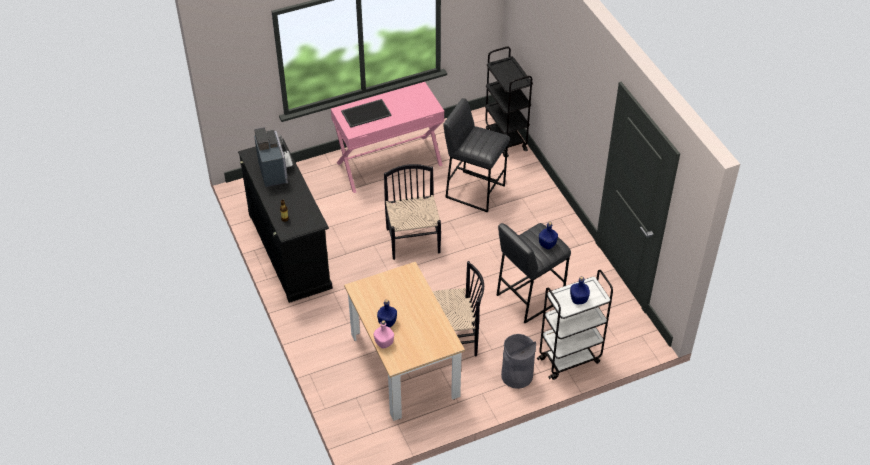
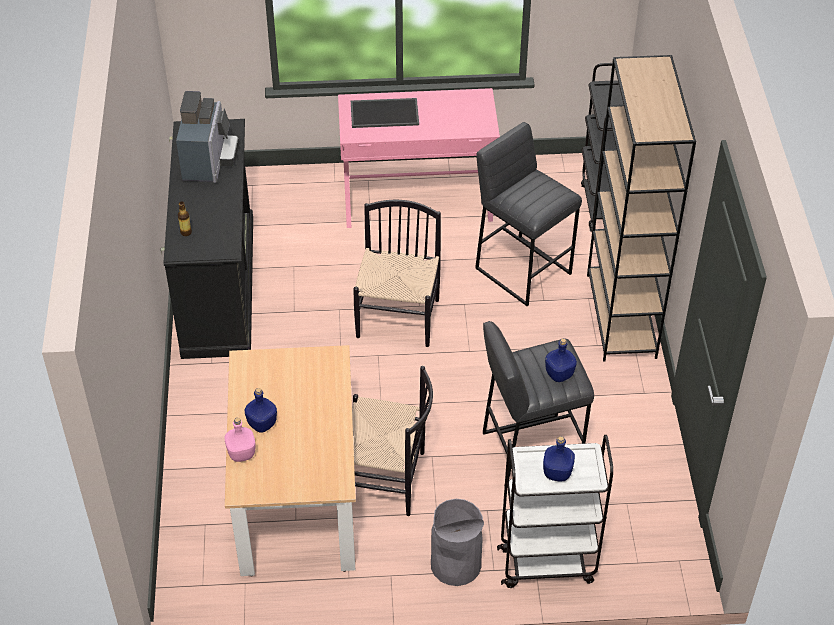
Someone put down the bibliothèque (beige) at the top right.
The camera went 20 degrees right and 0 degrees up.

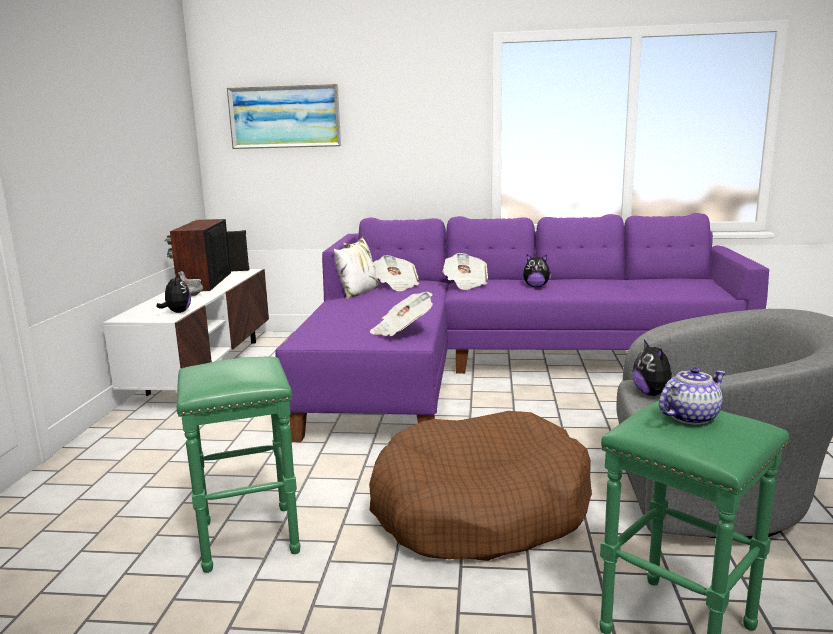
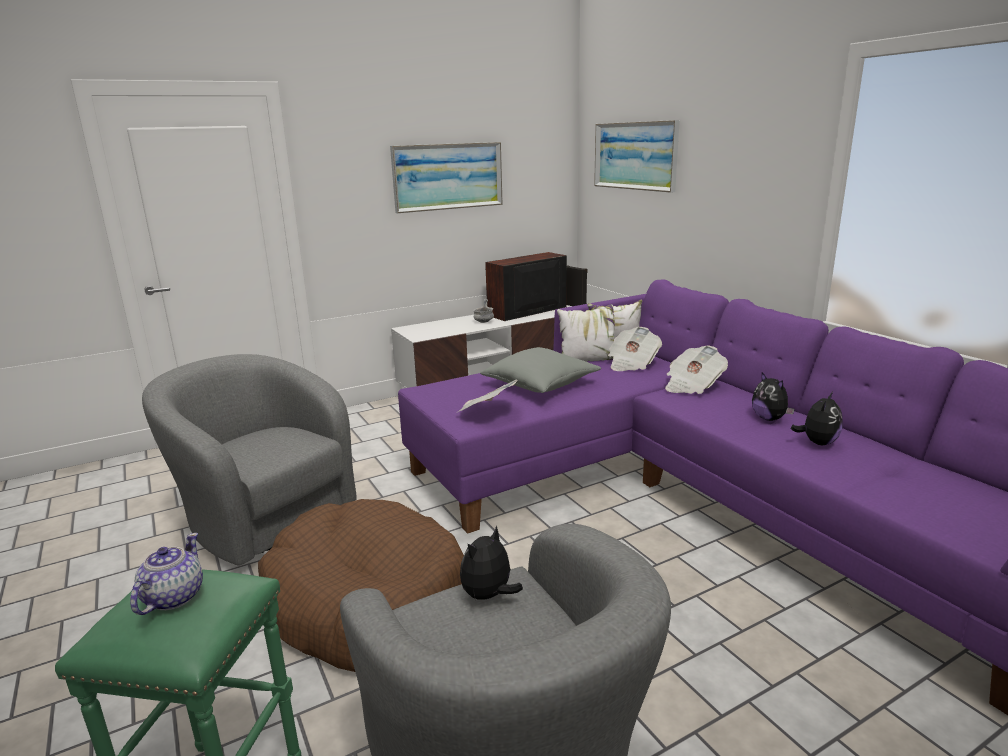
Someone carried the peluche (1st from left in the first image) from the middle left to the middle right.
Someone swapped the tabouret (vert) (1st from left) at the bottom left for the fauteuil (gris) (1st from left) at the middle left.
Someone rotated the théière at the middle right by 105 degrees counterclockwise.
Someone put up the tableau (1st from left) at the top centre.
Someone put down the coussin (gris) at the centre.
The camera went 55 degrees right and 5 degrees up.

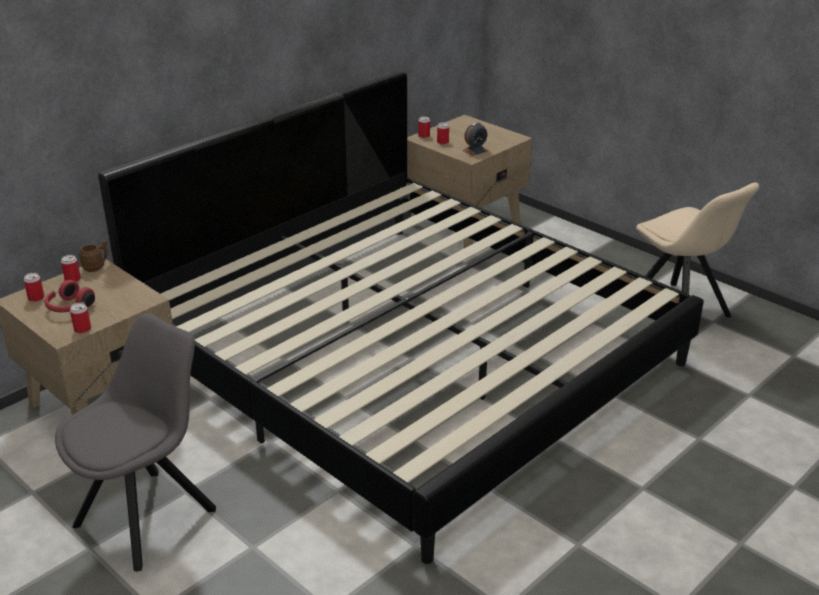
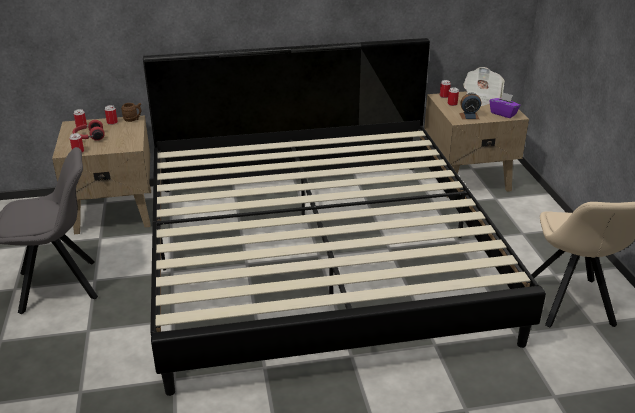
Someone put down the journal at the top right.
Someone put down the boîte à mouchoirs (violet) at the top right.
The camera went 35 degrees right and 0 degrees up.

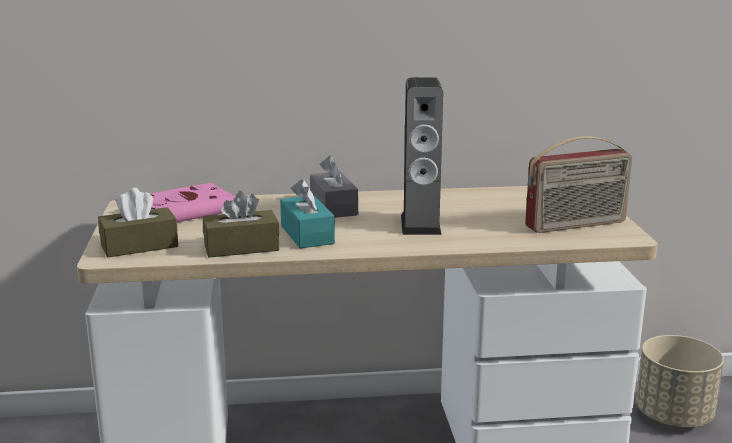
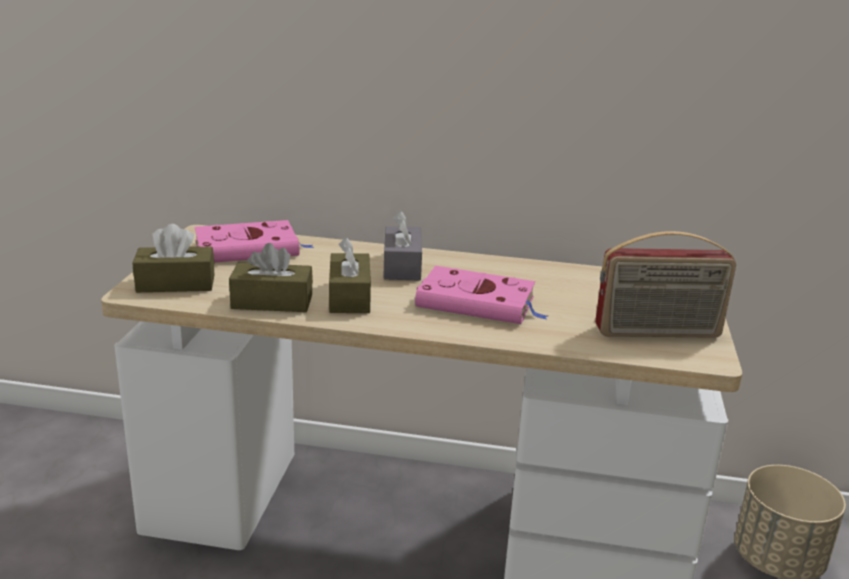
Someone repainted the boîte à mouchoirs (turquoise) at the centre, which became the boîte à mouchoirs (marron) (3rd from left) at the centre.
Someone swapped the enceinte at the centre for the livre (rose) (2nd from left) at the centre.
The camera went 15 degrees right and 5 degrees up.

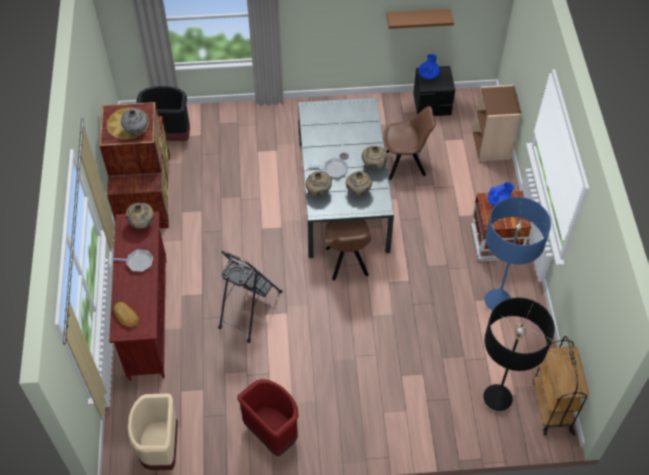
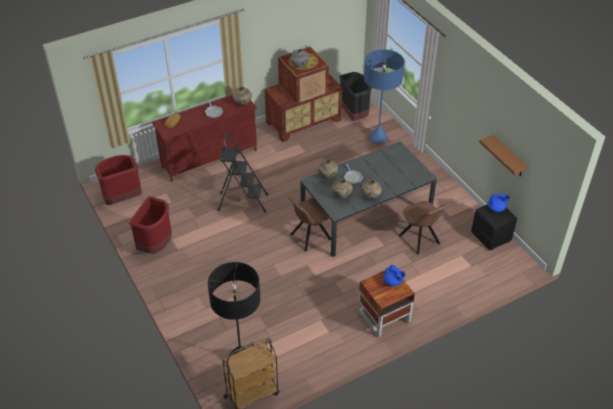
Someone repainted the poubelle (beige) at the bottom left, which became the poubelle (rouge) (1st from left) at the middle left.
Someone took away the bibliothèque (marron) at the top right.
Someone carried the lampadaire (bleu) from the middle right to the top centre.
The camera went 65 degrees right and 10 degrees down.

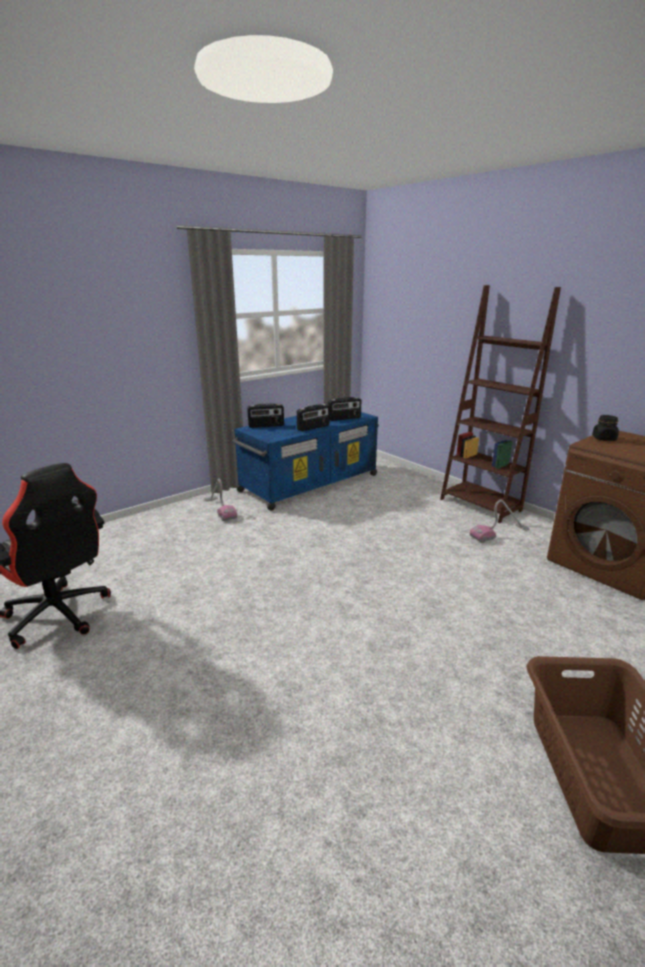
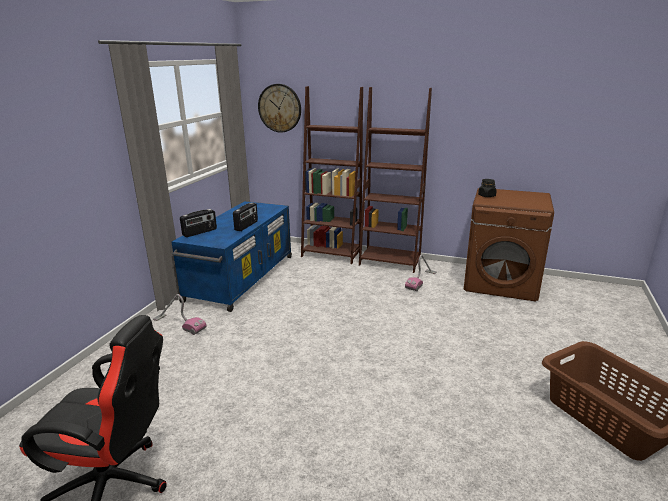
Someone took away the radio (3rd from left) at the centre.
Someone put up the horloge murale at the top centre.
Someone put down the bibliothèque (marron) (1st from left) at the centre.
The camera went 30 degrees left and 0 degrees up.

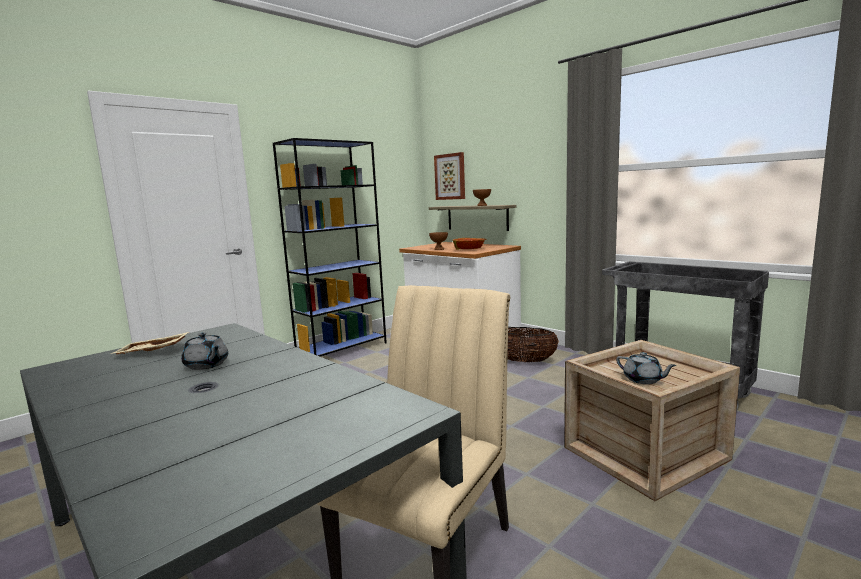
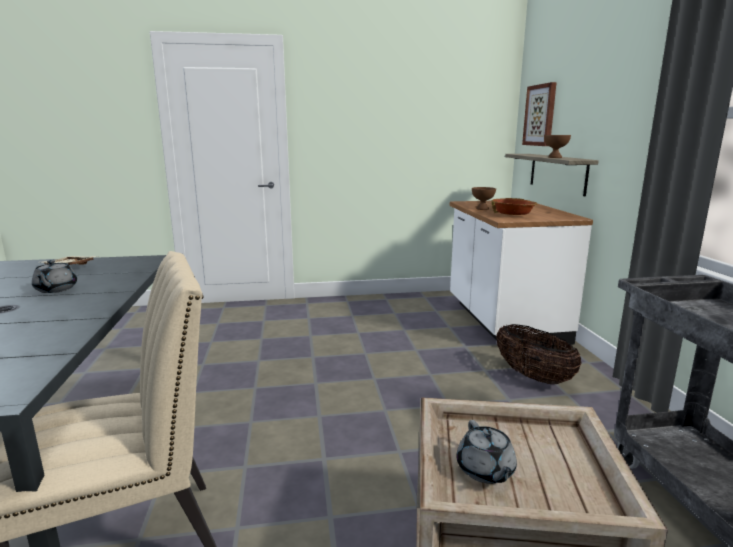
Someone took away the bibliothèque (bleu) at the centre.
The camera went 35 degrees right and 5 degrees up.

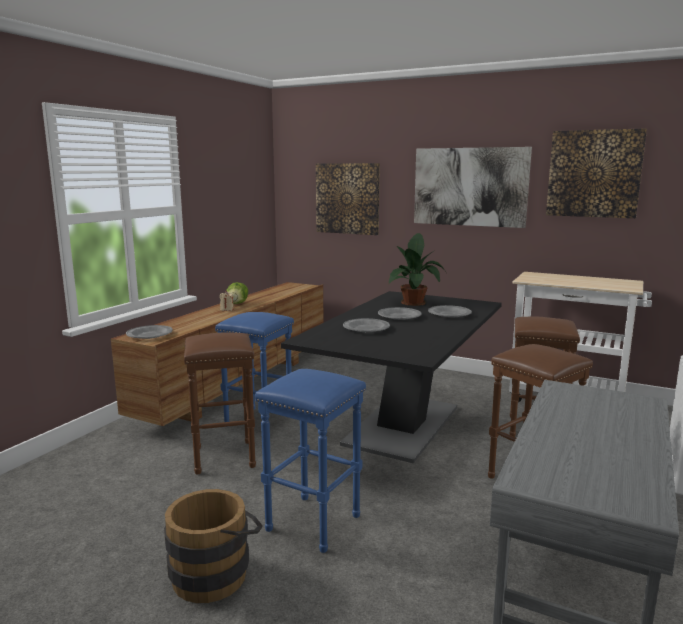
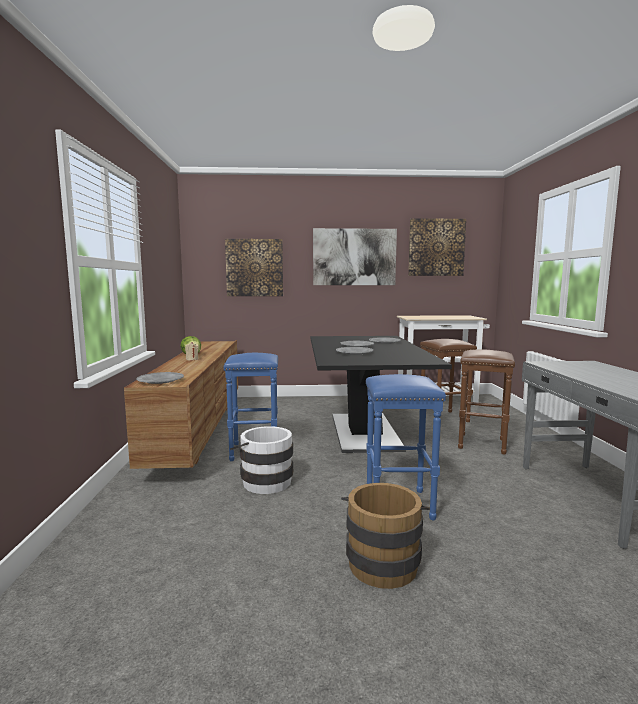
Someone swapped the tabouret (marron) (1st from left) at the middle left for the seau (blanc) at the centre.
Someone took away the plante en pot at the centre.
The camera went 30 degrees left and 5 degrees down.

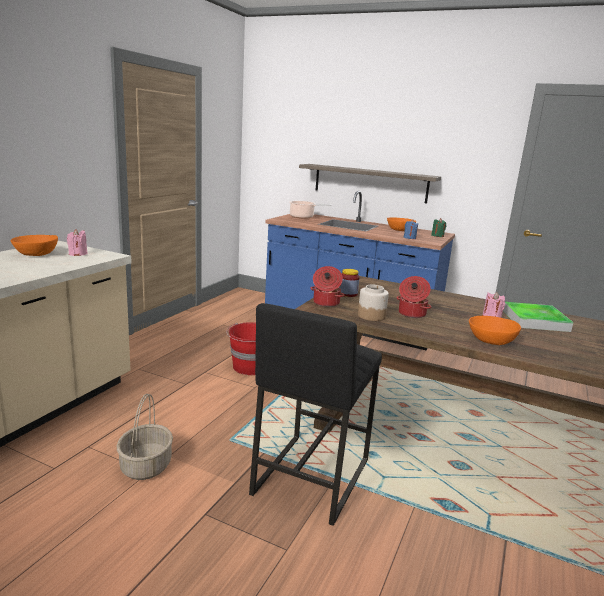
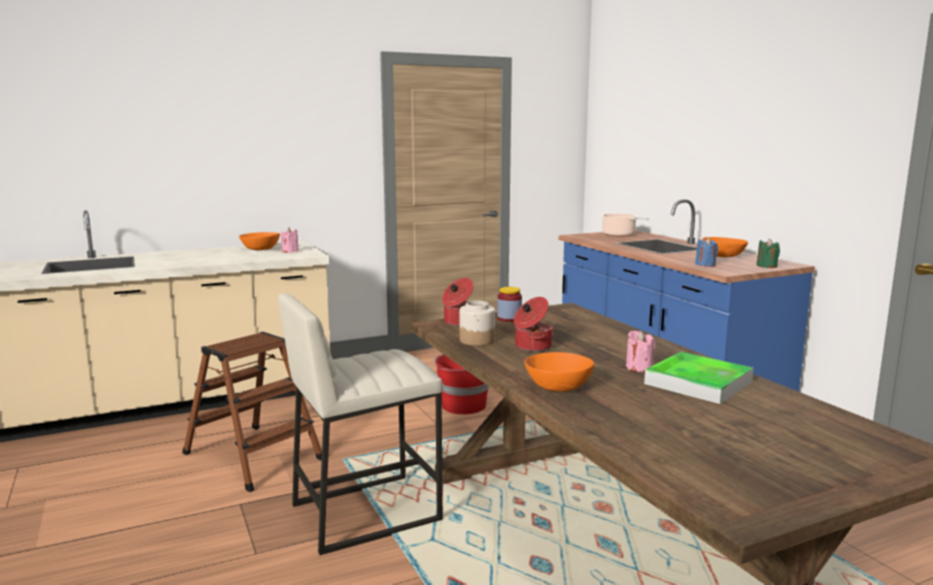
Someone swapped the panier at the bottom left for the escabeau (marron) at the bottom left.
Someone repainted the tabouret (noir) at the bottom centre, which became the tabouret (beige) at the bottom centre.
Someone took away the étagère at the top centre.
The camera went 40 degrees right and 5 degrees down.

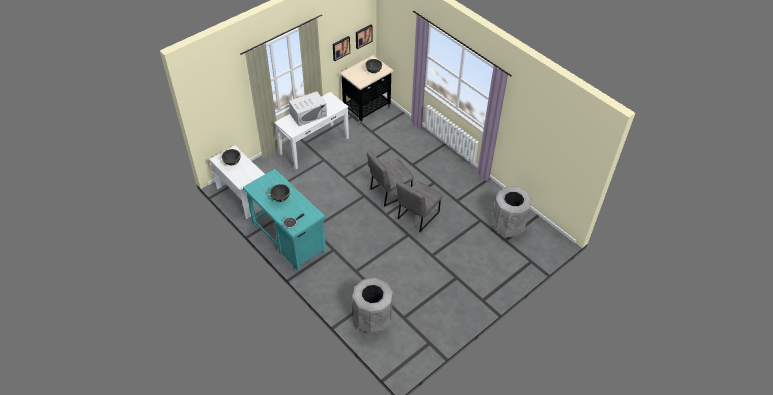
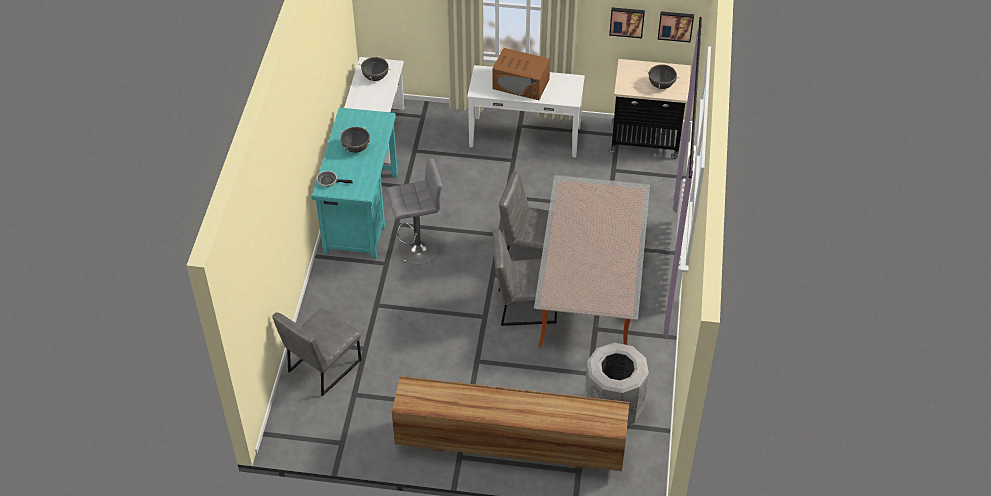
Someone repainted the micro-ondes (blanc) at the top centre, which became the micro-ondes (marron) at the top centre.
Someone swapped the poubelle (gris) (1st from left) at the bottom centre for the chaise (gris) (1st from left) at the bottom left.
Someone put down the tabouret (gris) at the centre.
Someone put down the meuble de rangement (marron) at the bottom centre.
Someone put down the table à manger at the centre.
The camera went 50 degrees right and 0 degrees up.

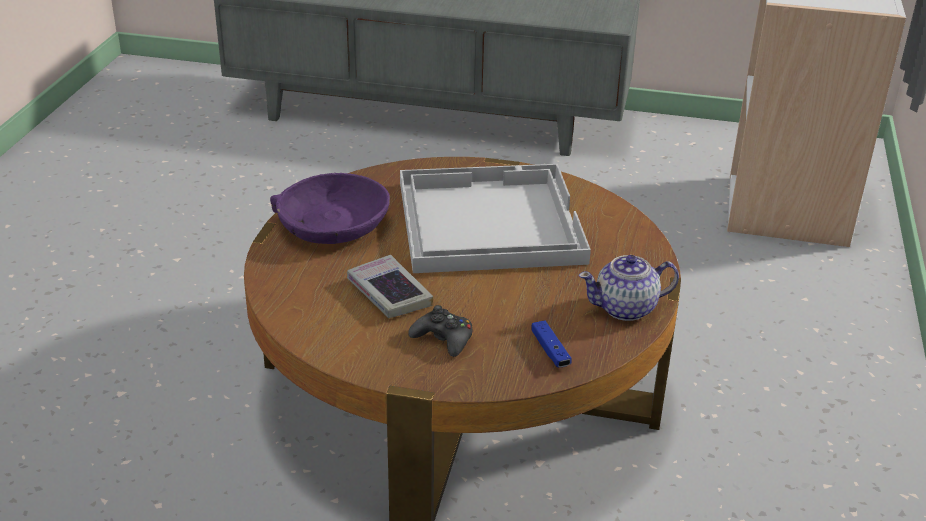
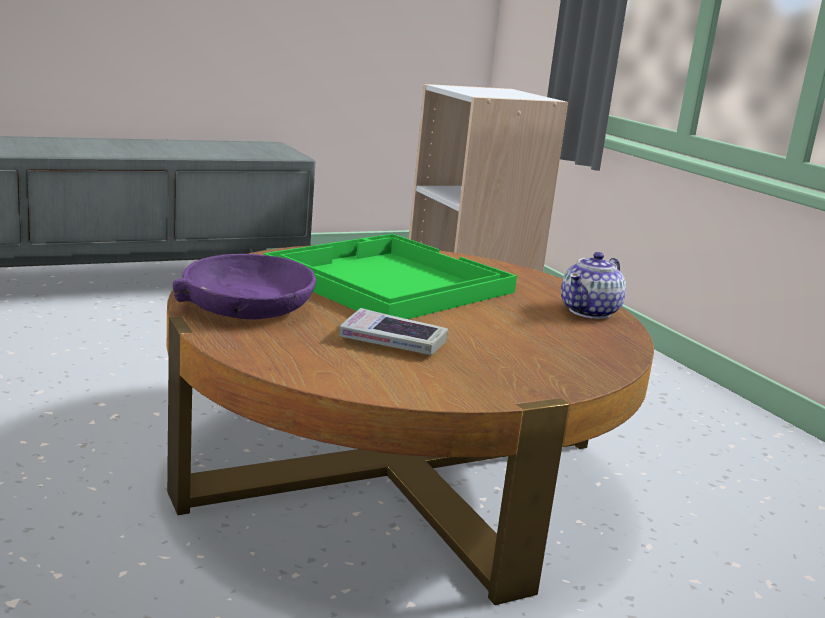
Someone repainted the plateau (blanc) at the centre, which became the plateau (vert) at the centre.
Someone took away the manette (noir) at the centre.
Someone took away the manette (bleu) at the centre.
The camera went 40 degrees left and 15 degrees down.

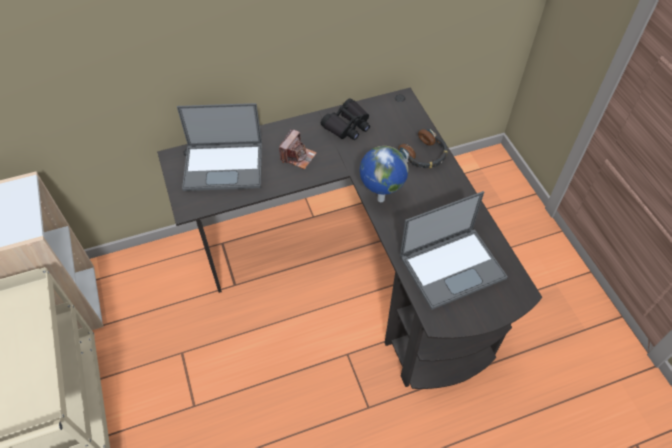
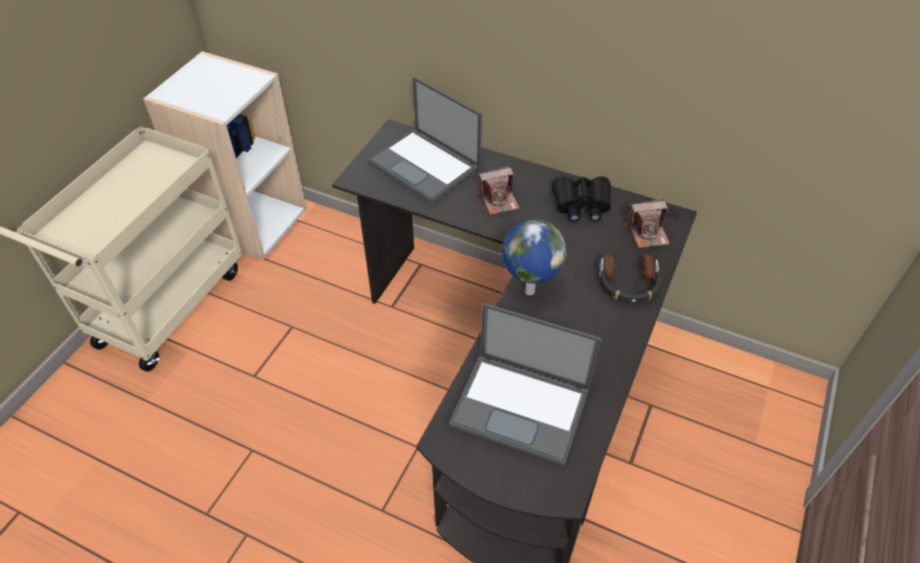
Someone put down the appareil photo (2nd from left) at the middle right.
The camera went 45 degrees right and 5 degrees down.

